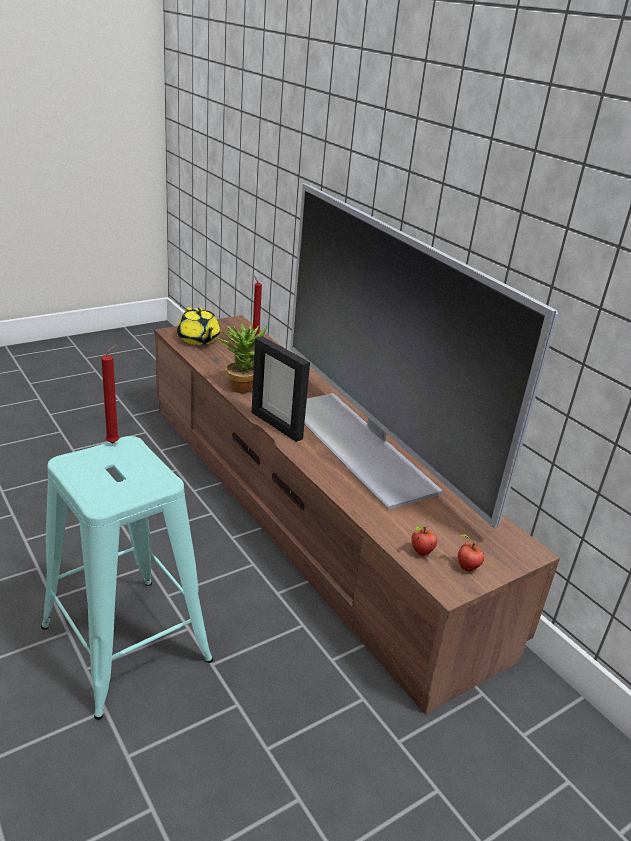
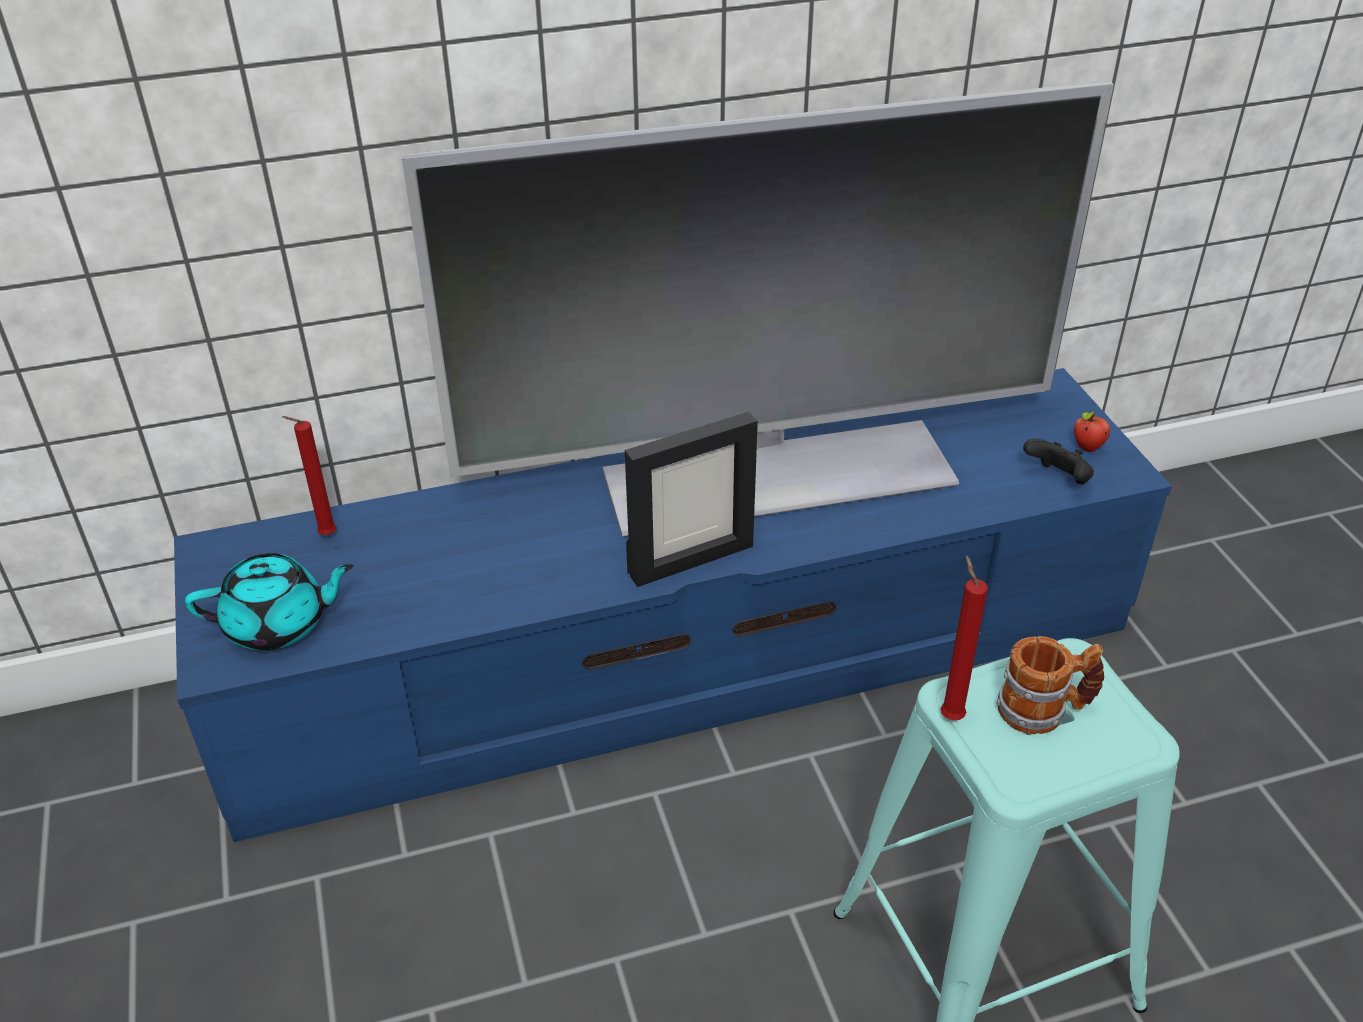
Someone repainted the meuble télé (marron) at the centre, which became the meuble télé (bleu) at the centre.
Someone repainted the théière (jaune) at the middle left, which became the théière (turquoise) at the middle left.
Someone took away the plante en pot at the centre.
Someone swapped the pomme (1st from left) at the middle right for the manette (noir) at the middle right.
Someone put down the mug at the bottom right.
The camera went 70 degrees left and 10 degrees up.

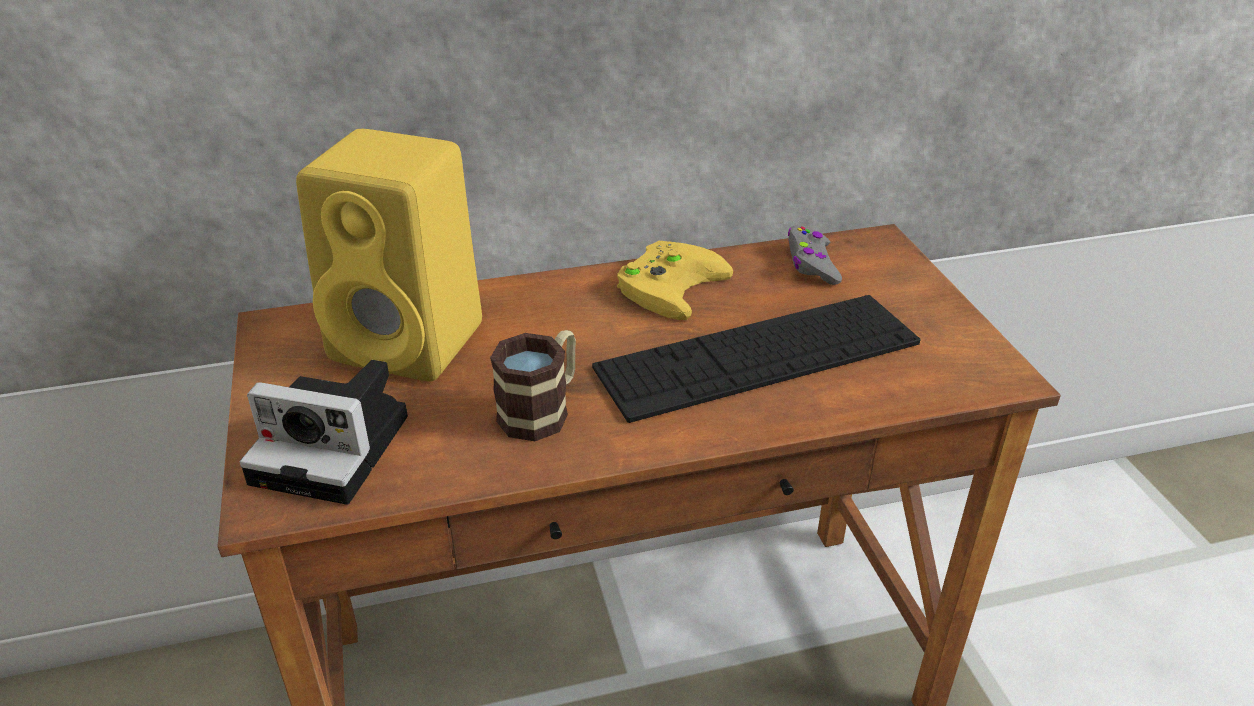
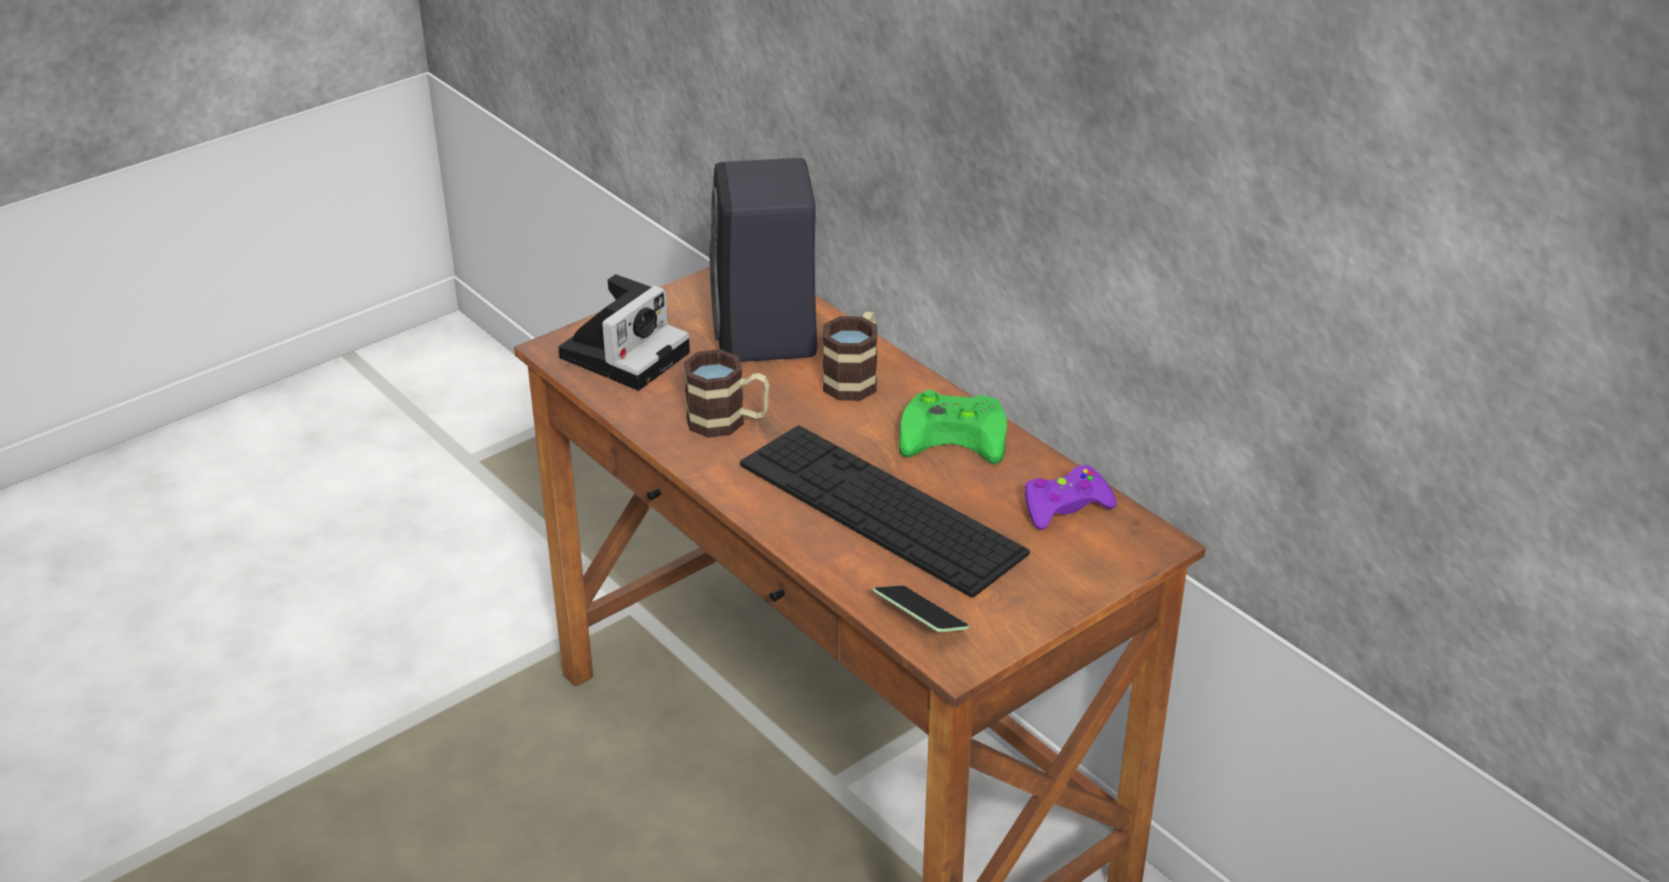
Someone rotated the appareil photo at the middle left by 135 degrees counterclockwise.
Someone repainted the enceinte (jaune) at the middle left, which became the enceinte (noir) at the top centre.
Someone repainted the manette (jaune) at the centre, which became the manette (vert) at the centre.
Someone repainted the manette (gris) at the centre, which became the manette (violet) at the centre.
Someone put down the mug (2nd from left) at the centre.
Someone put down the téléphone at the bottom centre.
The camera went 65 degrees right and 0 degrees up.

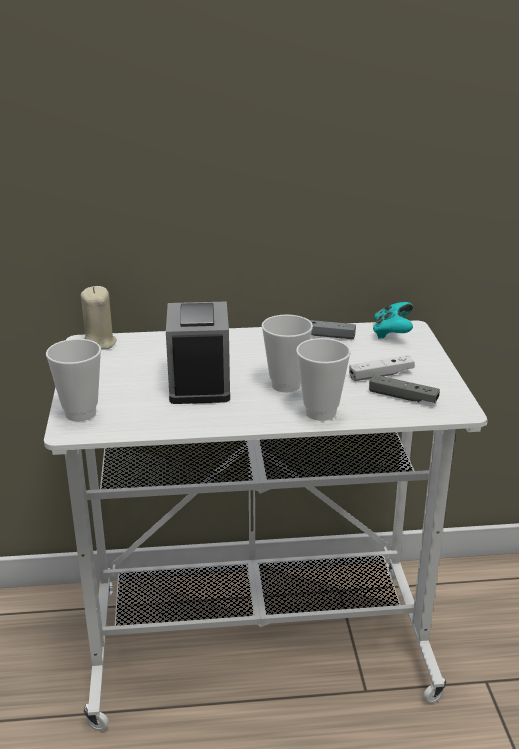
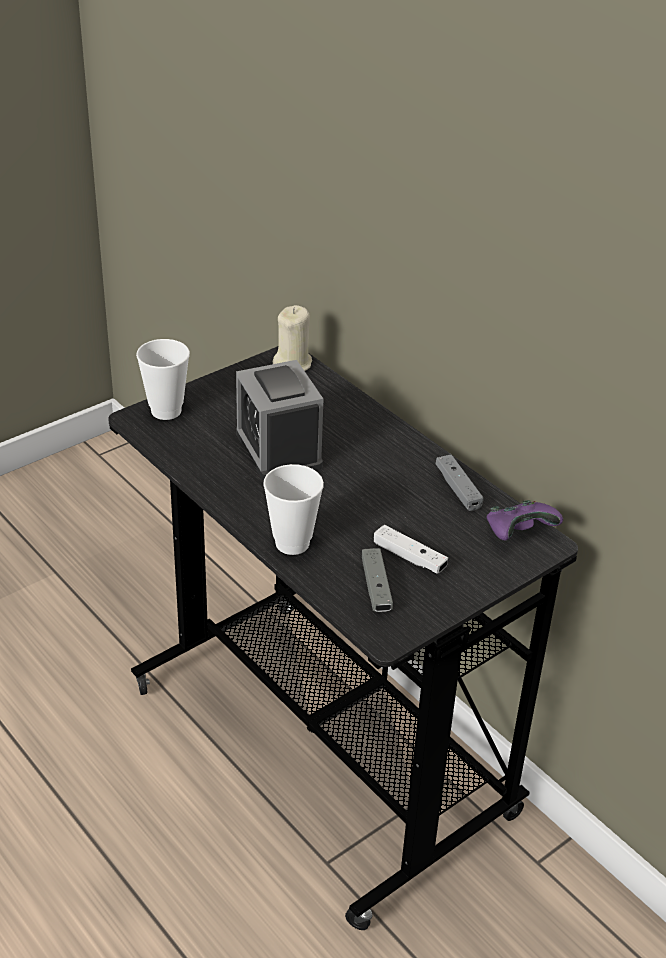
Someone repainted the bureau (blanc) at the bottom centre, which became the bureau (noir) at the centre.
Someone rotated the réveil at the centre by 105 degrees clockwise.
Someone took away the tasse (2nd from left) at the centre.
Someone repainted the manette (turquoise) at the middle right, which became the manette (violet) at the middle right.
The camera went 55 degrees right and 10 degrees up.

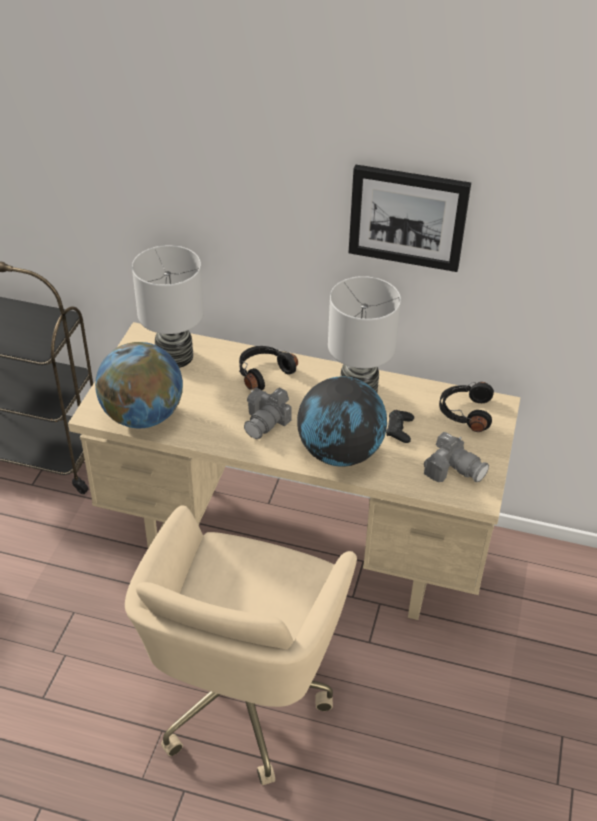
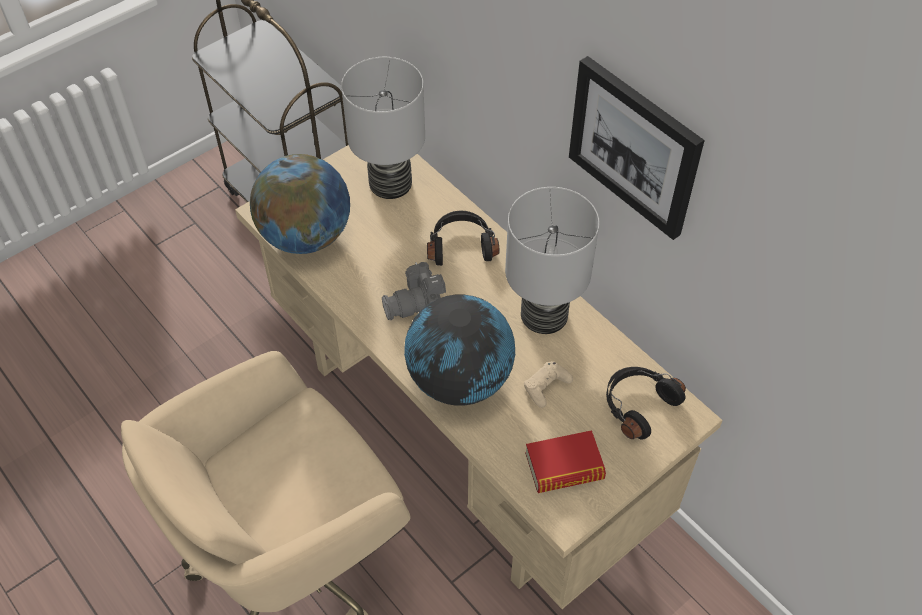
Someone repainted the manette (noir) at the middle right, which became the manette (beige) at the centre.
Someone swapped the appareil photo (2nd from left) at the middle right for the livre at the bottom centre.
The camera went 35 degrees right and 10 degrees up.

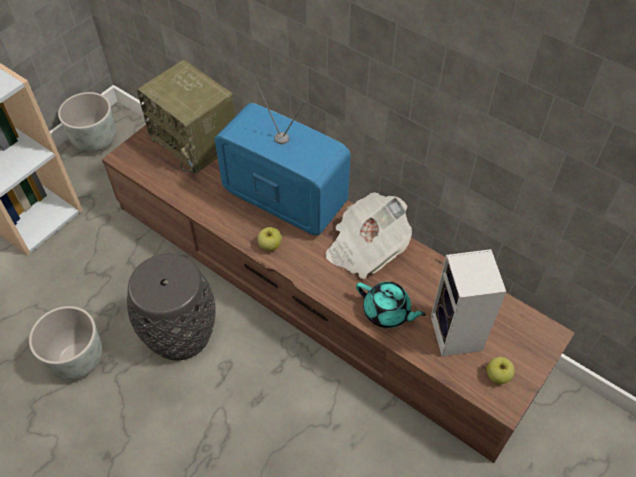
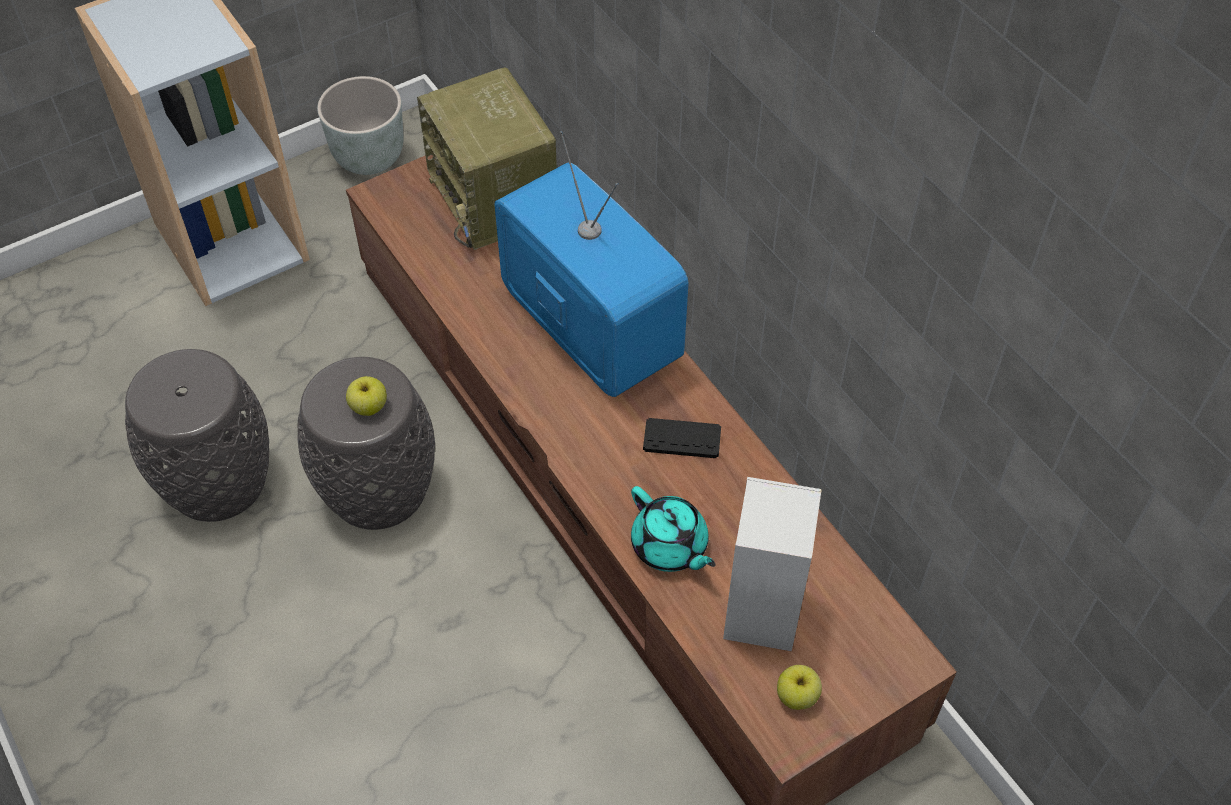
Someone swapped the cache-pot (gris) (1st from left) at the bottom left for the tabouret (gris) (1st from left) at the middle left.
Someone carried the pomme (1st from left) from the centre to the middle left.
Someone swapped the journal at the centre for the manette (noir) at the centre.
The camera went 20 degrees right and 0 degrees up.

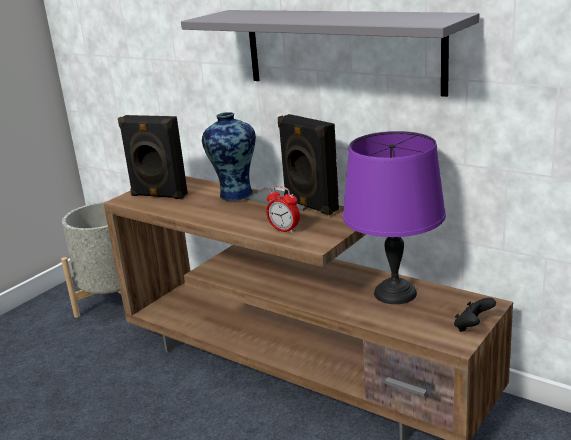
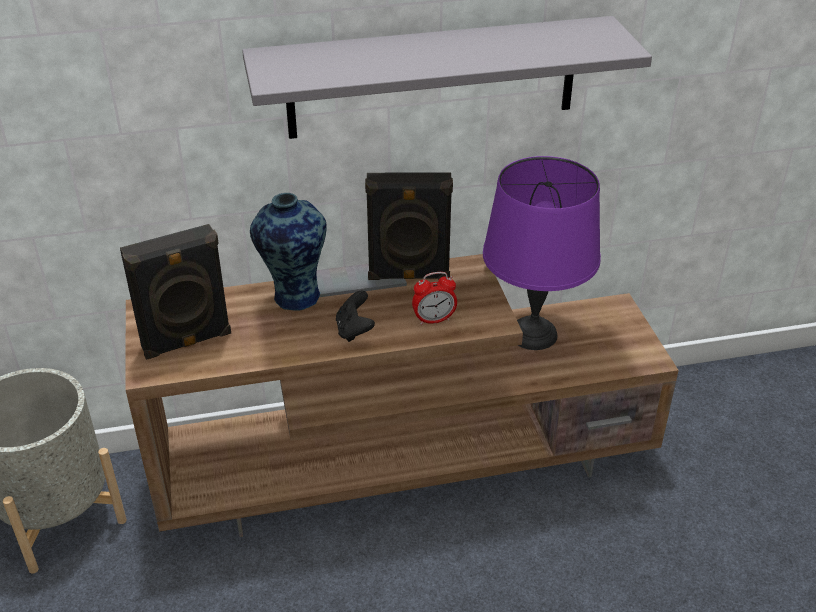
Someone carried the manette (noir) from the bottom right to the centre.
The camera went 50 degrees left and 15 degrees up.

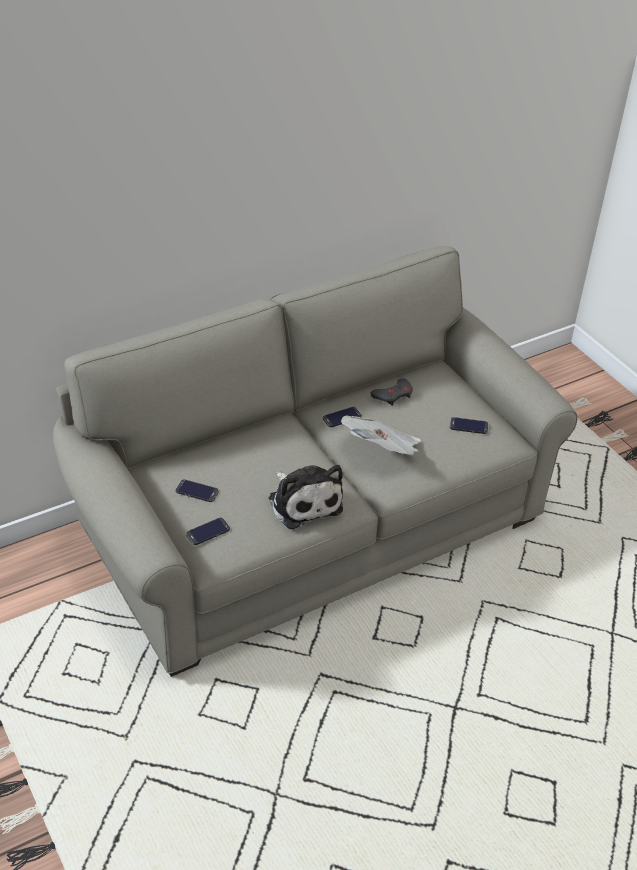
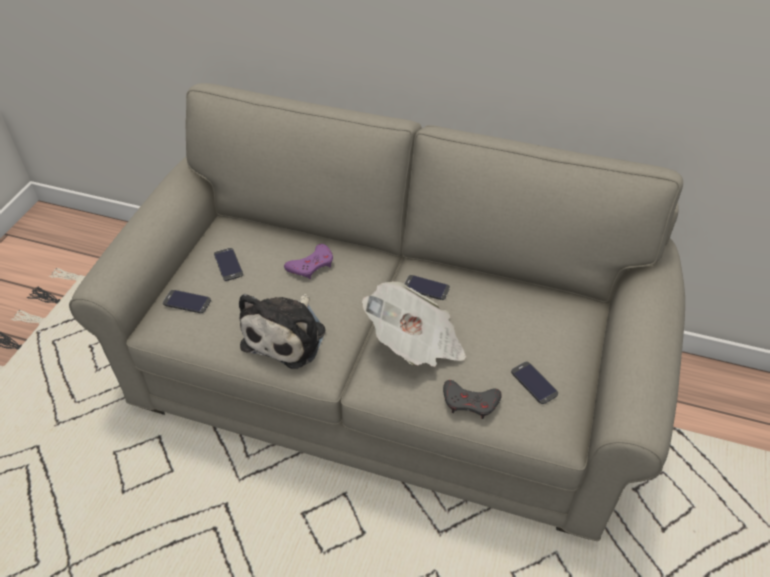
Someone carried the manette (gris) from the centre to the bottom centre.
Someone put down the manette (violet) at the centre.
The camera went 50 degrees right and 5 degrees up.

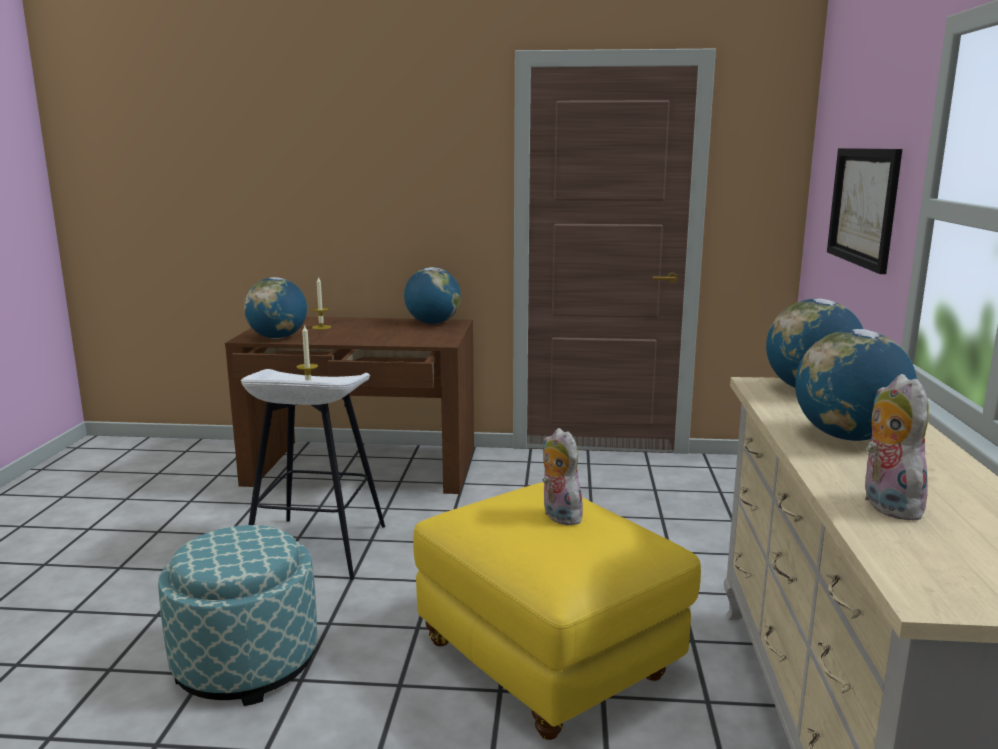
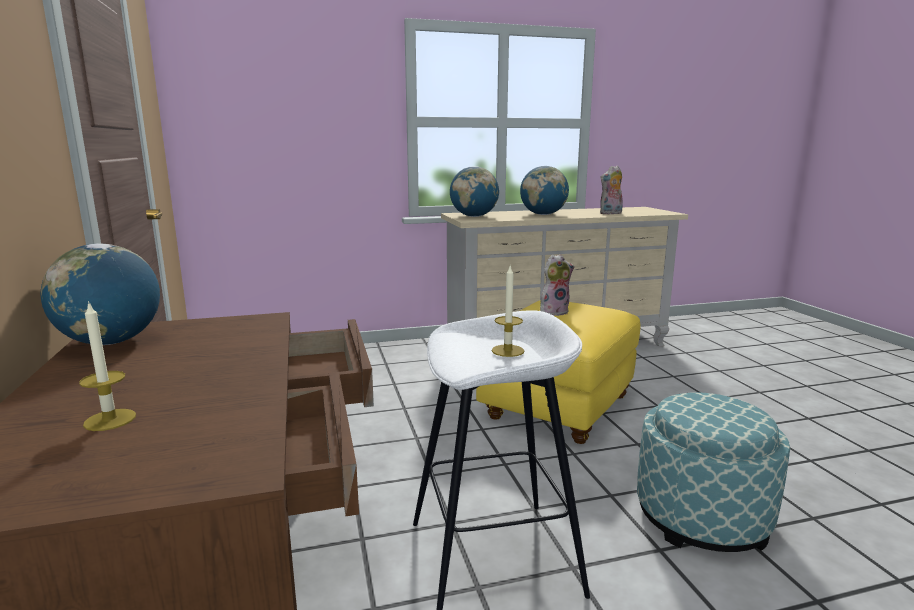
Someone took away the globe (1st from left) at the middle left.
Someone rotated the peluche (1st from left) at the centre by 150 degrees counterclockwise.
Someone took away the tableau at the top right.
The camera went 110 degrees left and 0 degrees up.

